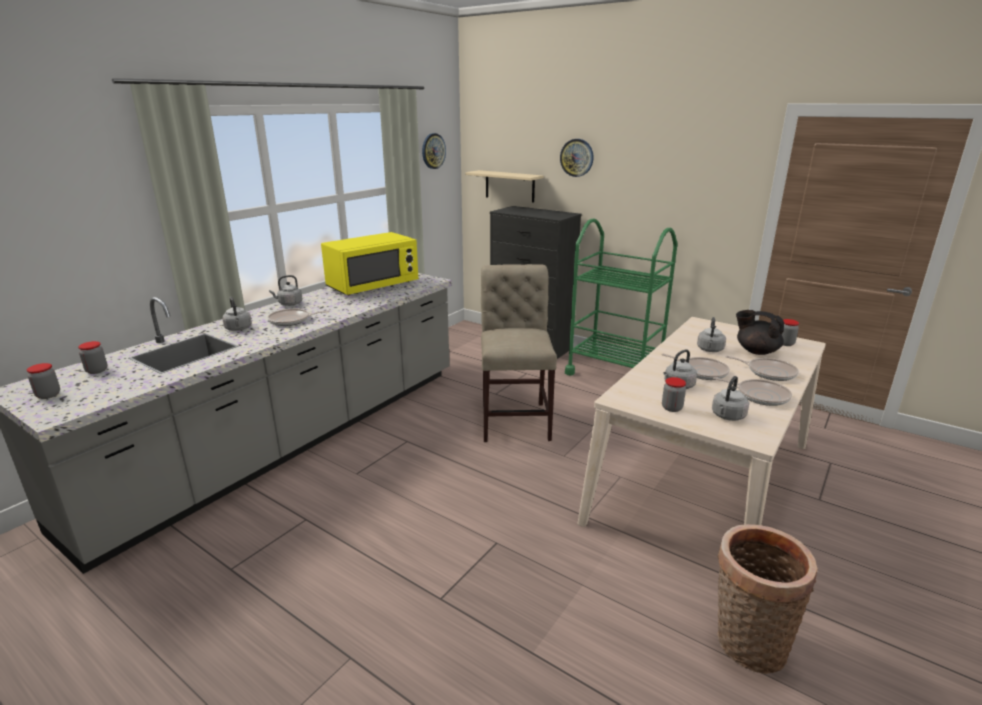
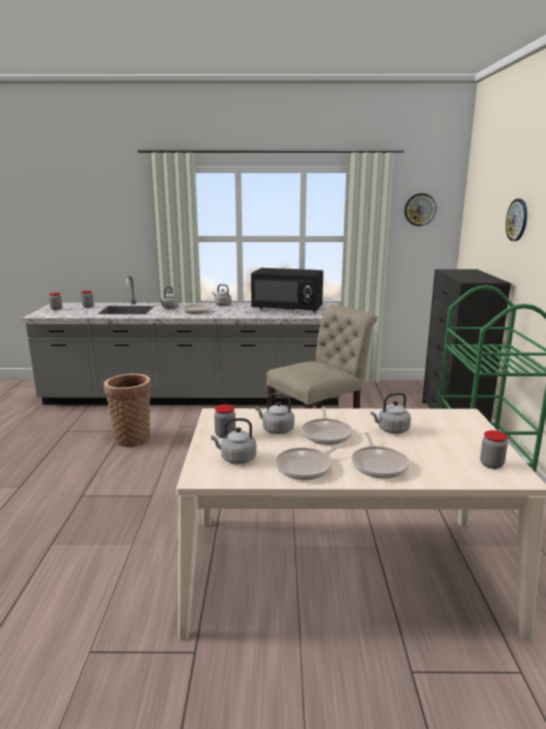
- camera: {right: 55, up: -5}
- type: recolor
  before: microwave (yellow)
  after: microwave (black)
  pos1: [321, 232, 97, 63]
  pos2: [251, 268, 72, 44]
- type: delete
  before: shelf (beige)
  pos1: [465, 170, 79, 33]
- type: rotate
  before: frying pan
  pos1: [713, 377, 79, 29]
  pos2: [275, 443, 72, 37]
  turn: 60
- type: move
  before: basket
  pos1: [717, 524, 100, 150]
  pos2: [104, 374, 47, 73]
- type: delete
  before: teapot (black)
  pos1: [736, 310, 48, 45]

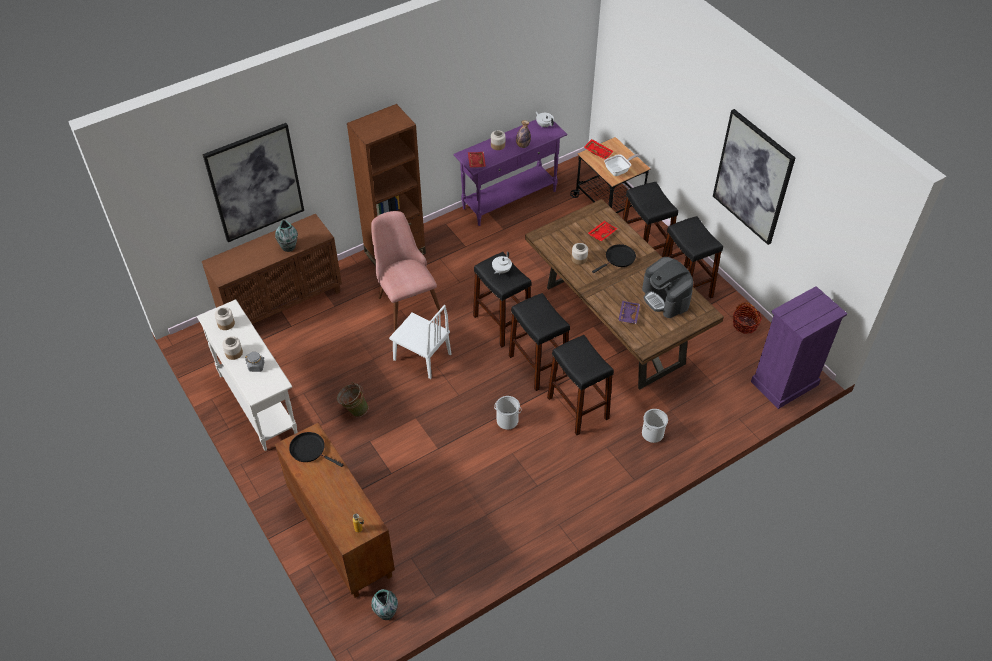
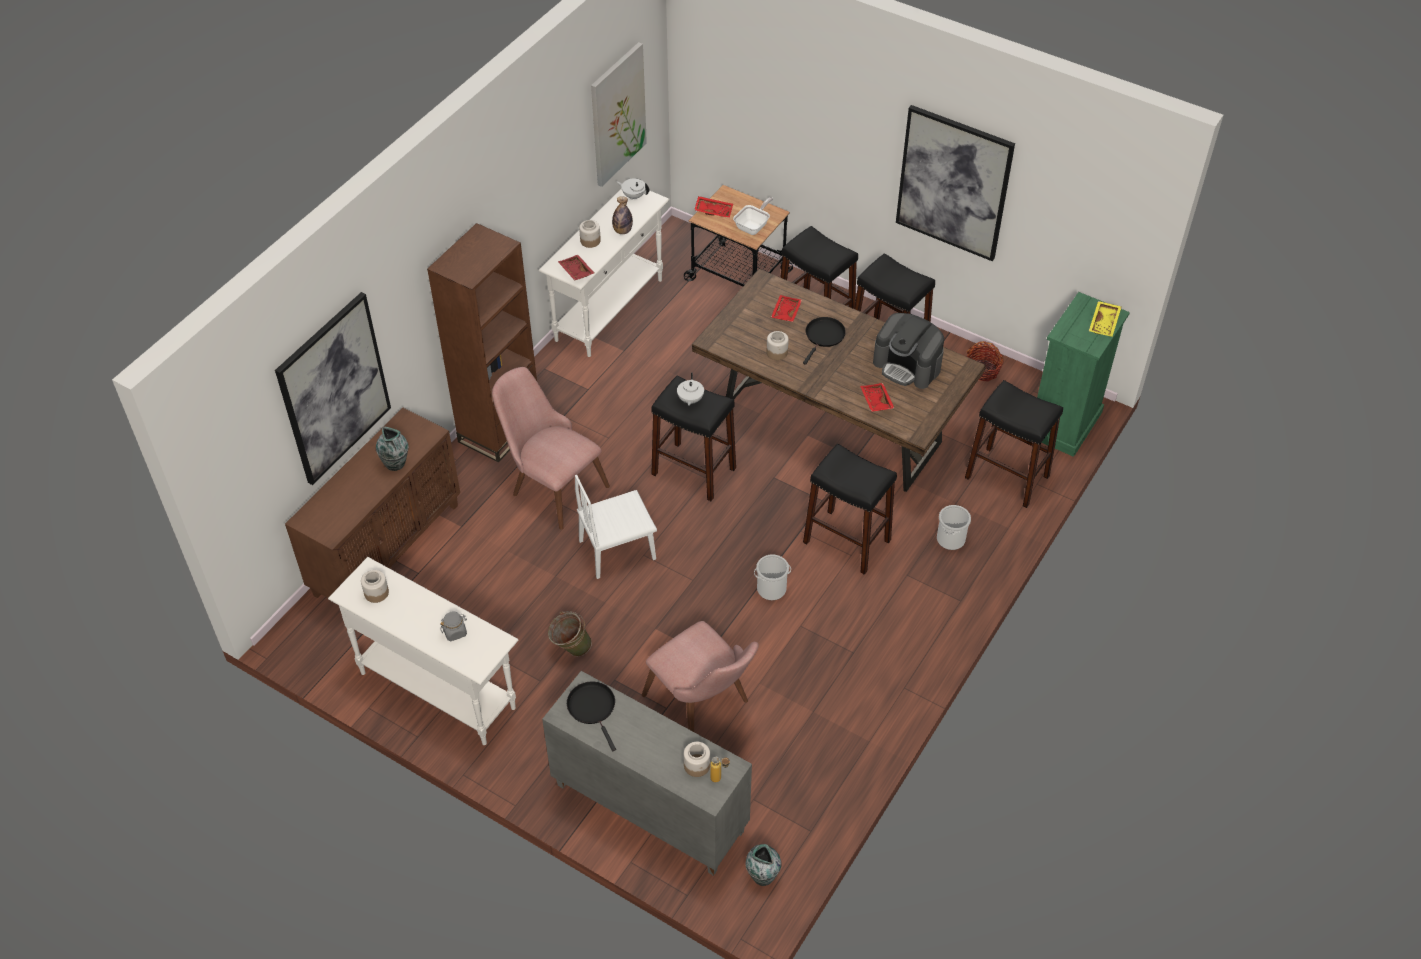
- camera: {right: -25, up: 0}
- type: move
  before: jar
  pos1: [222, 336, 21, 24]
  pos2: [684, 742, 26, 35]
- type: recolor
  before: cabinet (brown)
  after: cabinet (grey)
  pos1: [275, 423, 120, 175]
  pos2: [542, 671, 210, 205]
- type: rotate
  before: frying pan (black)
  pos1: [289, 432, 54, 35]
  pos2: [567, 682, 49, 69]
  turn: 60
- type: rotate
  before: chair (white)
  pos1: [389, 305, 62, 74]
  pos2: [575, 475, 82, 104]
  turn: 150
- type: recolor
  before: console table (purple)
  after: console table (white)
  pos1: [453, 120, 115, 106]
  pos2: [539, 188, 131, 169]
- type: move
  before: stool (black)
  pos1: [509, 293, 61, 98]
  pos2: [965, 380, 98, 128]
- type: recolor
  before: tray (purple)
  after: tray (red)
  pos1: [618, 301, 22, 23]
  pos2: [860, 383, 34, 29]
- type: recolor
  before: dresser (purple)
  after: dresser (green)
  pos1: [751, 286, 96, 123]
  pos2: [1037, 292, 93, 165]
- type: insert
  after: picture
  pos2: [591, 42, 56, 145]
- type: insert
  after: chair (pink)
  pos2: [642, 621, 117, 111]
- type: insert
  after: tray (yellow)
  pos2: [1089, 301, 32, 36]

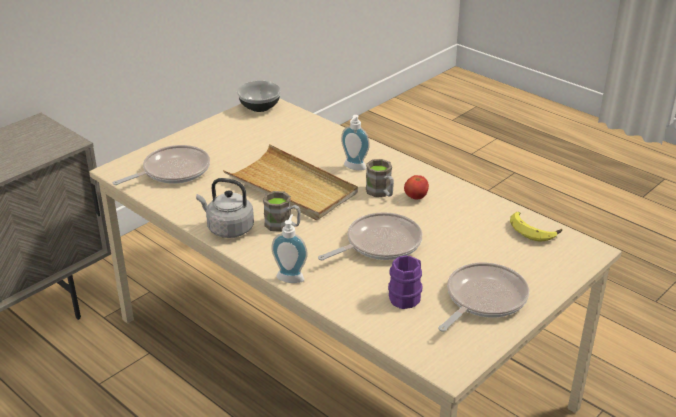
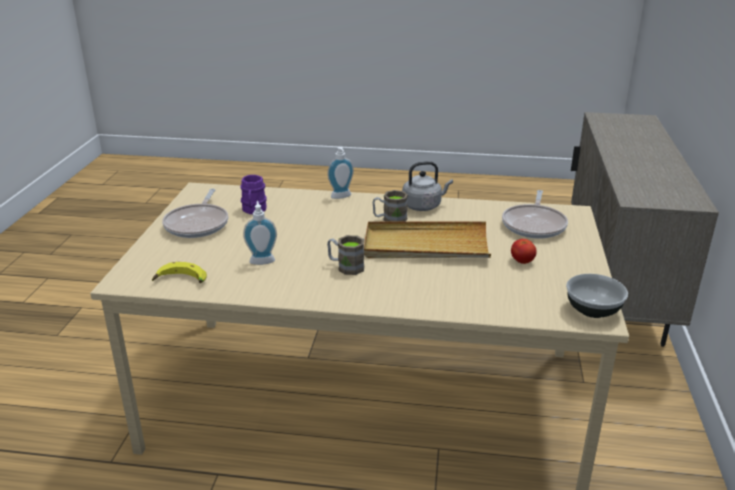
- camera: {right: 145, up: -5}
- type: delete
  before: frying pan
  pos1: [318, 212, 104, 49]
- type: move
  before: soap dispenser
  pos1: [341, 115, 29, 56]
  pos2: [243, 201, 34, 64]
- type: move
  before: tomato
  pos1: [404, 175, 25, 24]
  pos2: [511, 239, 26, 25]

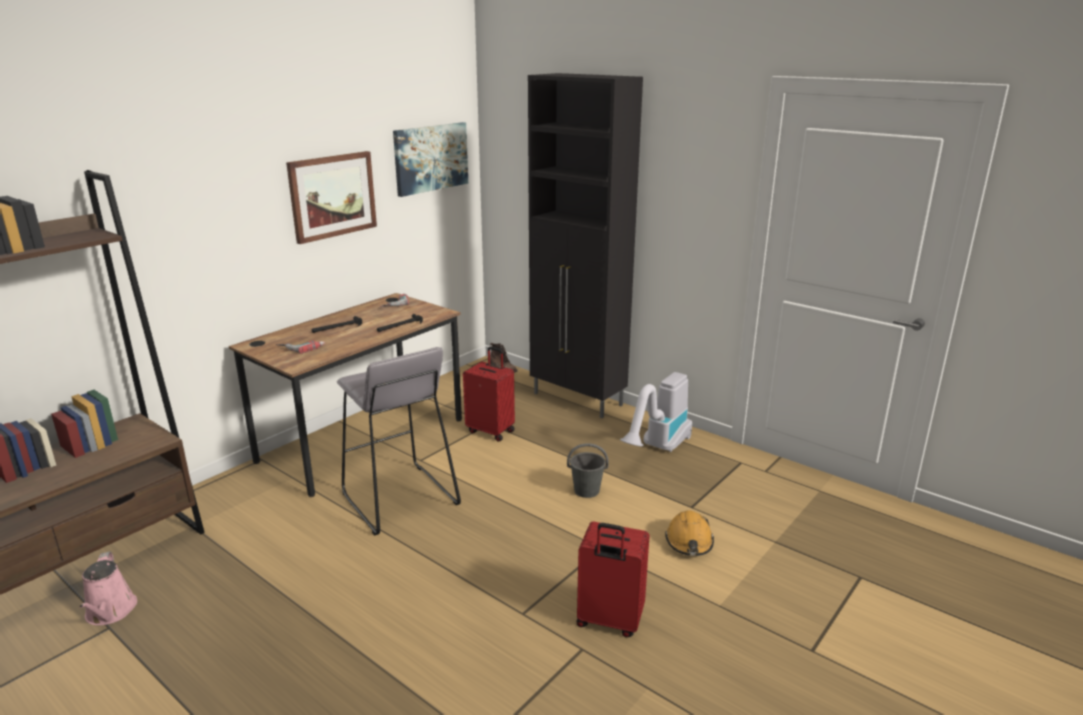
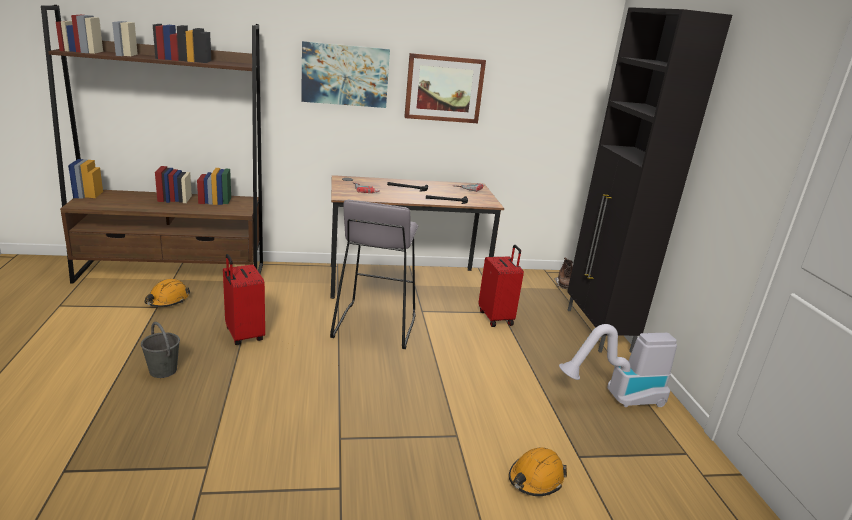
- camera: {right: 40, up: 0}
- type: replace
  before: watering can (pink)
  after: hard hat (orange)
  pos1: [79, 551, 58, 74]
  pos2: [145, 279, 45, 28]
- type: move
  before: picture
  pos1: [393, 122, 75, 75]
  pos2: [301, 41, 89, 67]
- type: move
  before: bucket (grey)
  pos1: [567, 443, 42, 55]
  pos2: [141, 322, 39, 56]
- type: move
  before: suitcase (red)
  pos1: [576, 522, 74, 116]
  pos2: [223, 254, 42, 91]

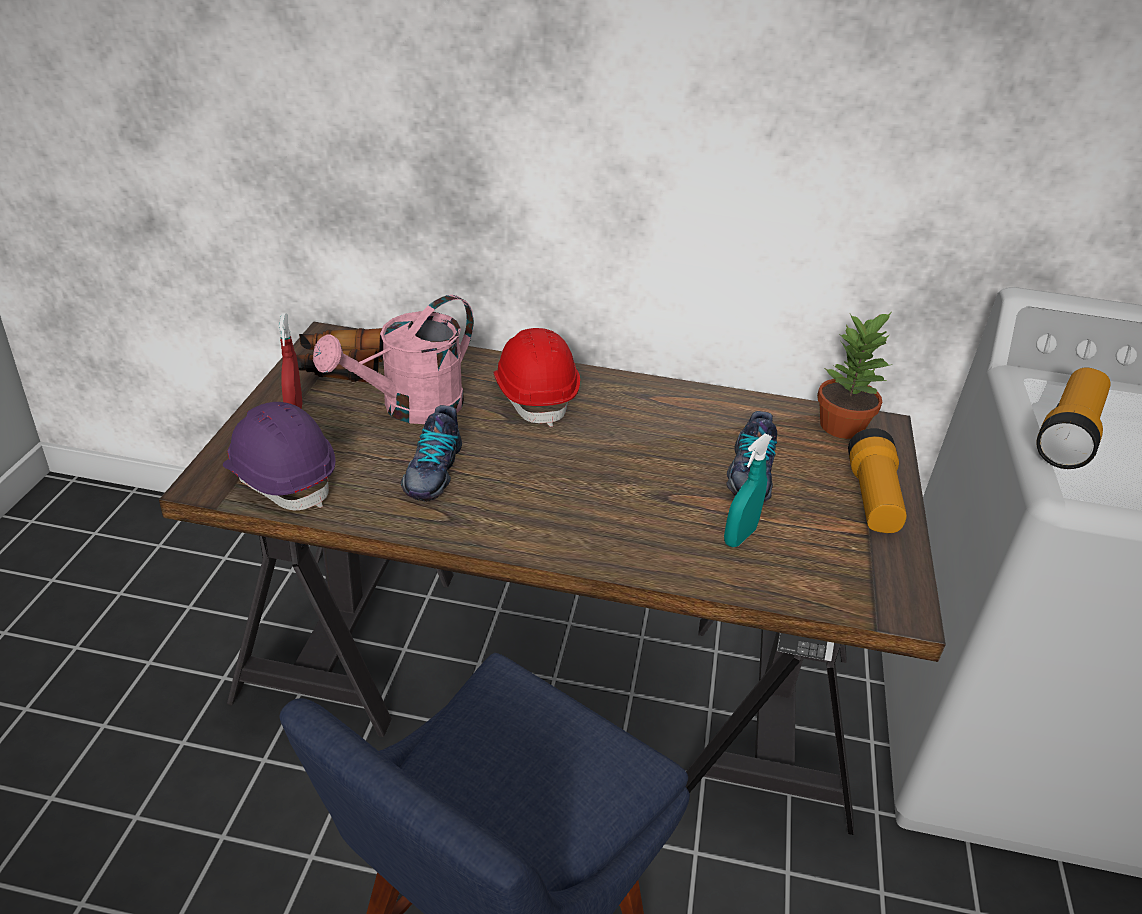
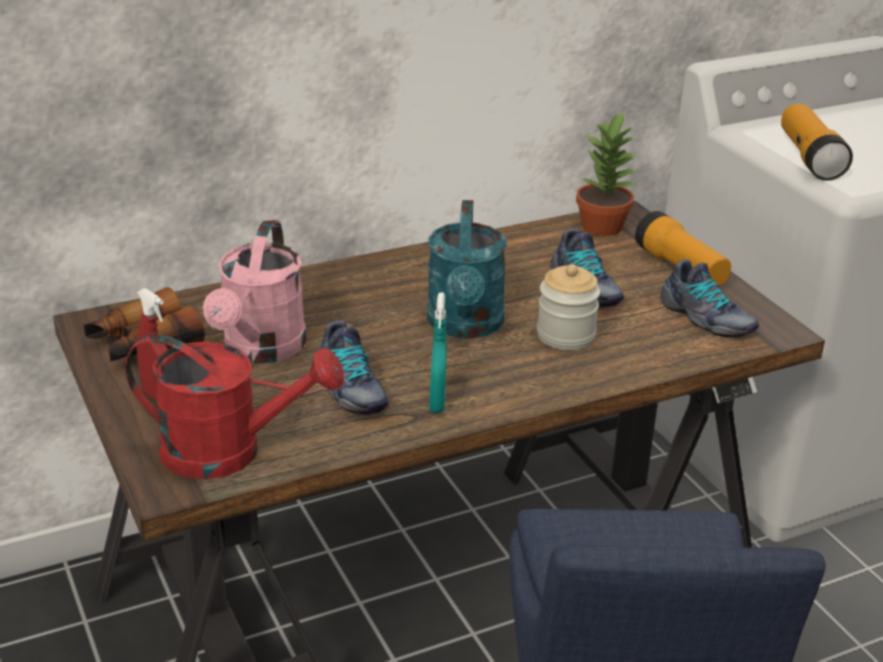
- camera: {right: -35, up: -5}
- type: replace
  before: hard hat (purple)
  after: watering can (red)
  pos1: [223, 402, 112, 108]
  pos2: [125, 334, 219, 145]
- type: delete
  before: hard hat (red)
  pos1: [493, 328, 87, 99]
- type: move
  before: spray bottle (turquoise)
  pos1: [724, 433, 48, 114]
  pos2: [429, 292, 18, 121]
- type: insert
  after: watering can (turquoise)
  pos2: [427, 200, 80, 139]
- type: insert
  after: jar
  pos2: [537, 264, 63, 86]
- type: insert
  after: shoe
  pos2: [660, 259, 99, 79]

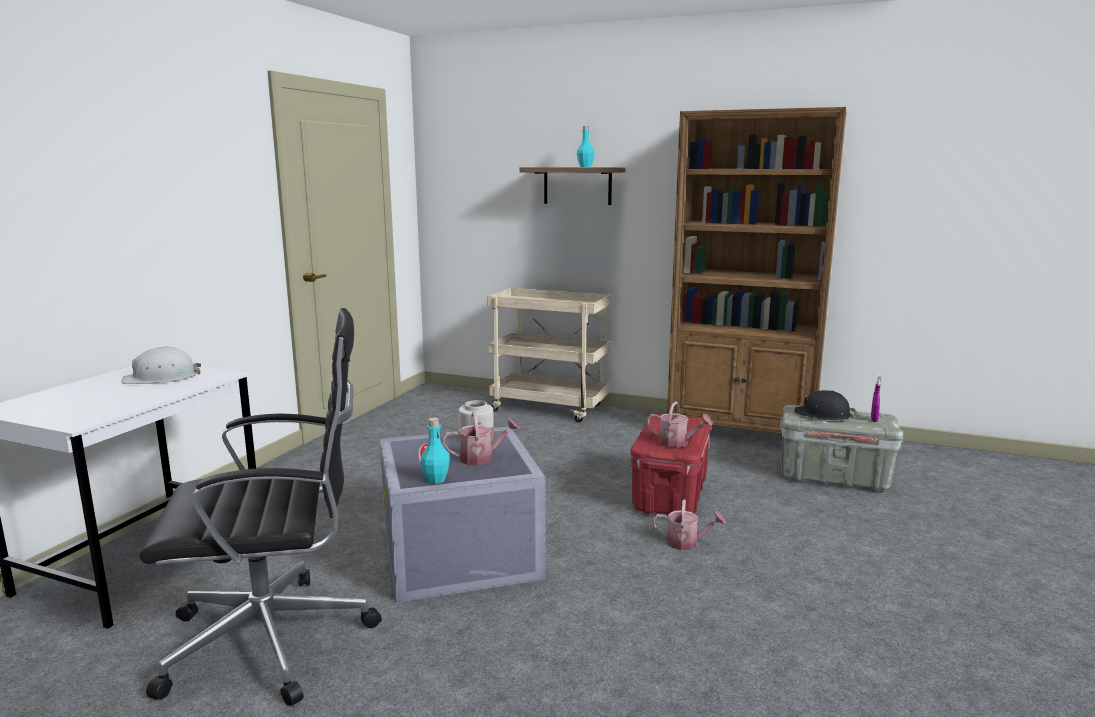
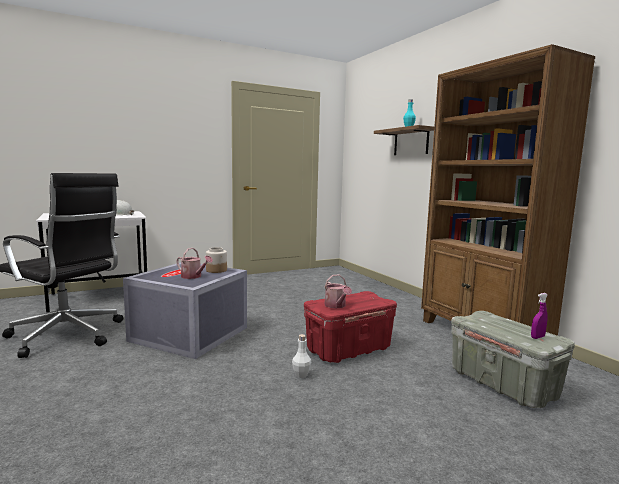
- camera: {right: 40, up: -5}
- type: delete
  before: bottle (turquoise)
  pos1: [421, 418, 29, 66]
- type: delete
  before: cart (beige)
  pos1: [487, 288, 125, 134]
- type: replace
  before: watering can
  after: bottle (white)
  pos1: [653, 499, 73, 51]
  pos2: [292, 334, 19, 44]
- type: delete
  before: hard hat (black)
  pos1: [795, 390, 60, 30]

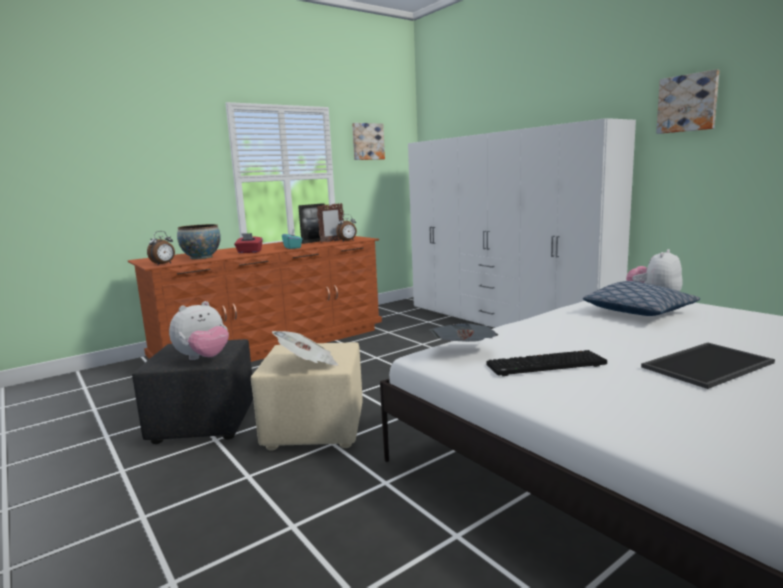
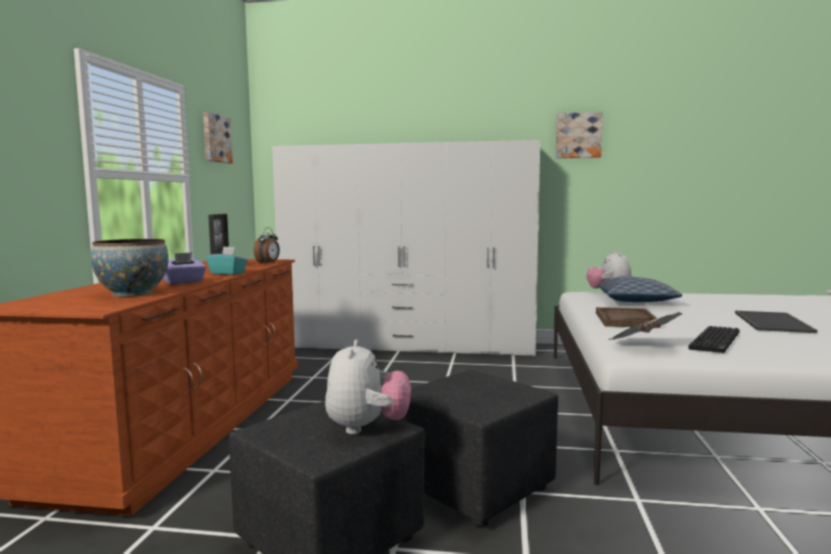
- camera: {right: -45, up: -5}
- type: delete
  before: alarm clock
  pos1: [147, 231, 28, 34]
- type: recolor
  before: tissue box (red)
  after: tissue box (purple)
  pos1: [234, 233, 29, 20]
  pos2: [163, 252, 43, 32]
- type: recolor
  before: ottoman (beige)
  after: ottoman (black)
  pos1: [251, 342, 112, 109]
  pos2: [400, 370, 158, 157]
- type: delete
  before: newspaper
  pos1: [272, 331, 66, 35]
- type: delete
  before: picture frame
  pos1: [317, 203, 27, 40]
- type: insert
  after: tray (brown)
  pos2: [596, 307, 65, 21]

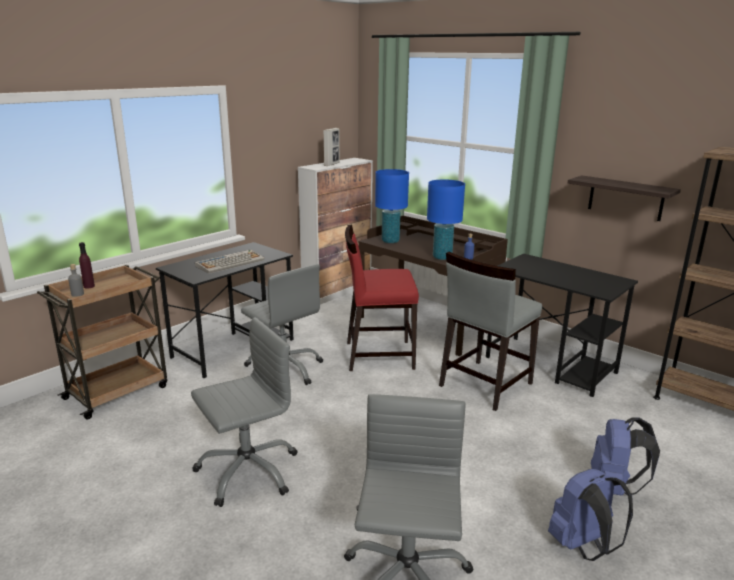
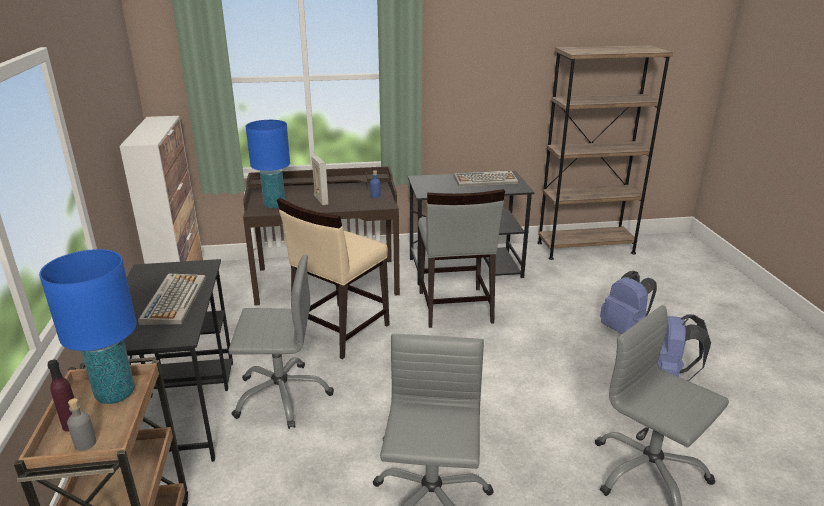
- camera: {right: -50, up: 5}
- type: move
  before: picture frame
  pos1: [323, 128, 17, 38]
  pos2: [311, 155, 17, 51]
- type: recolor
  before: chair (red)
  after: chair (beige)
  pos1: [345, 224, 74, 147]
  pos2: [277, 198, 113, 161]
- type: move
  before: table lamp (blue)
  pos1: [427, 180, 38, 80]
  pos2: [39, 249, 98, 155]
- type: delete
  before: shelf
  pos1: [568, 175, 113, 46]
- type: insert
  after: keyboard
  pos2: [454, 170, 64, 16]

